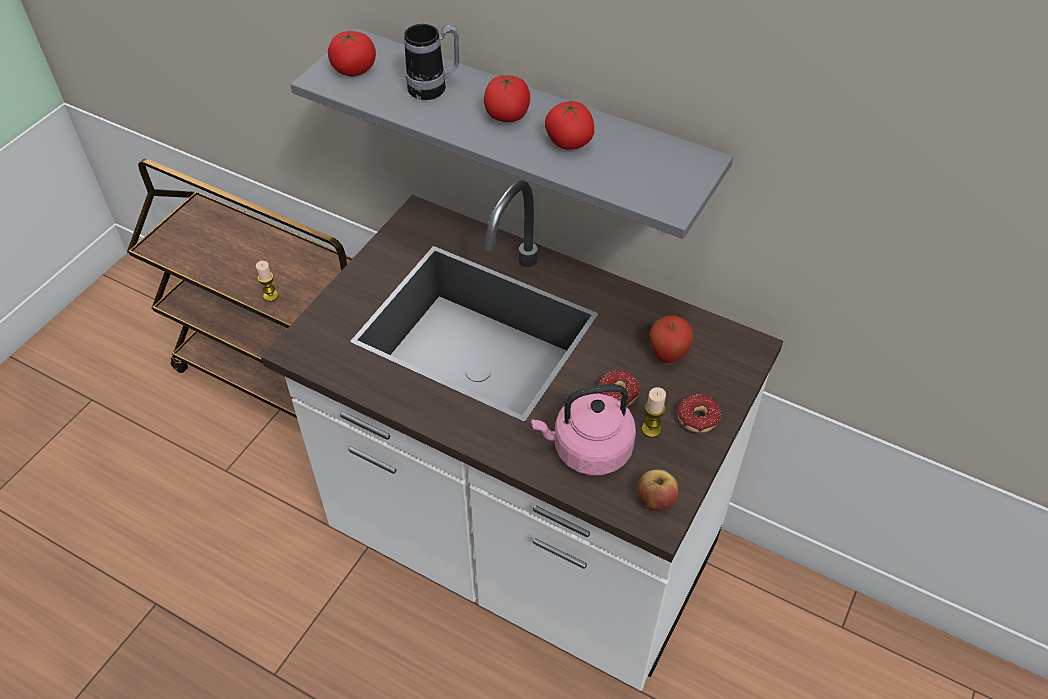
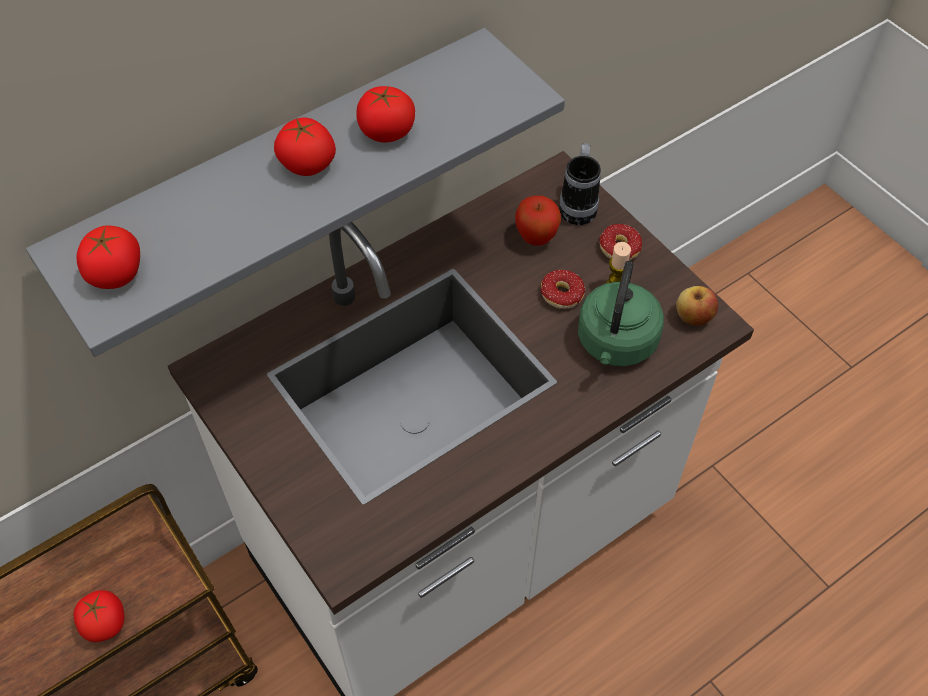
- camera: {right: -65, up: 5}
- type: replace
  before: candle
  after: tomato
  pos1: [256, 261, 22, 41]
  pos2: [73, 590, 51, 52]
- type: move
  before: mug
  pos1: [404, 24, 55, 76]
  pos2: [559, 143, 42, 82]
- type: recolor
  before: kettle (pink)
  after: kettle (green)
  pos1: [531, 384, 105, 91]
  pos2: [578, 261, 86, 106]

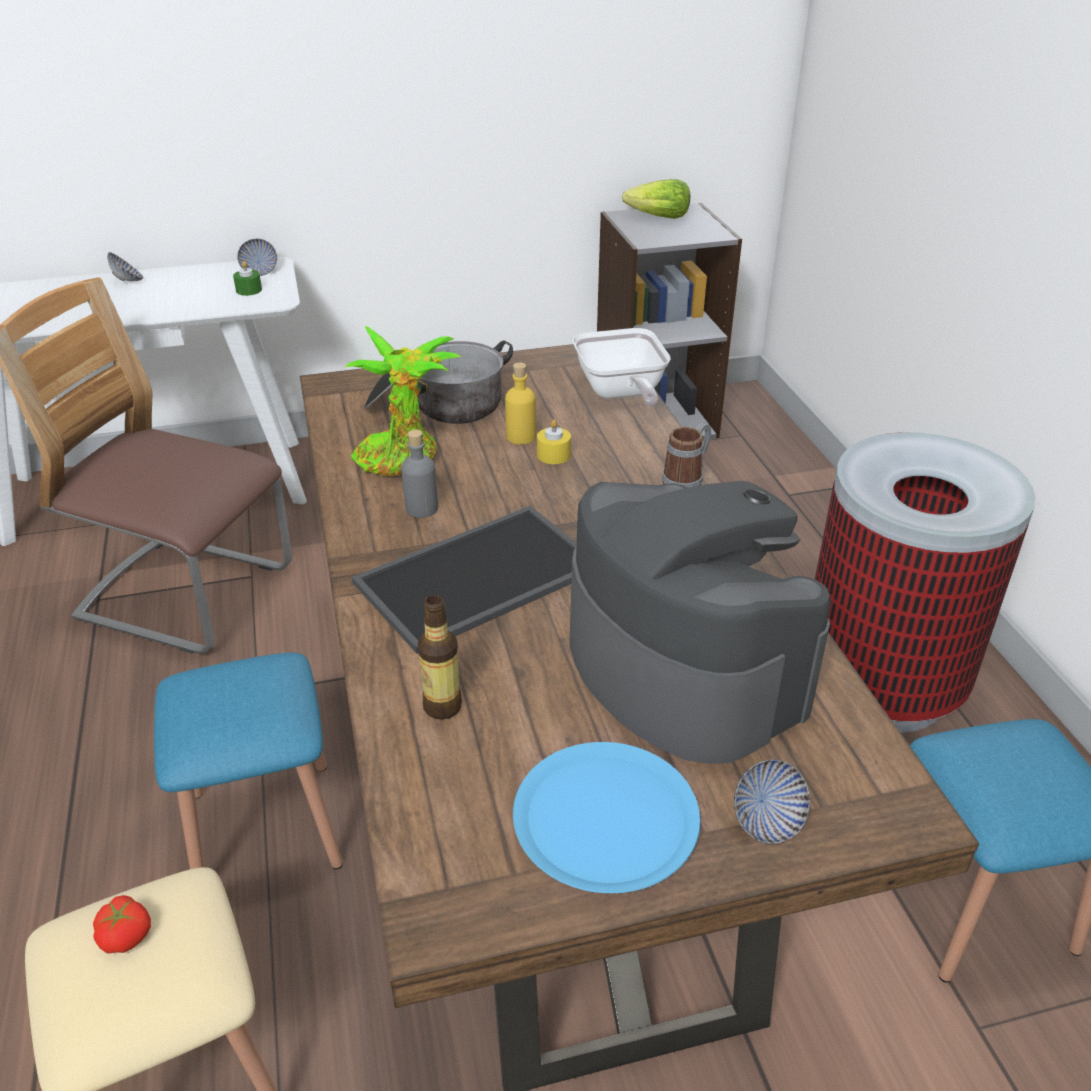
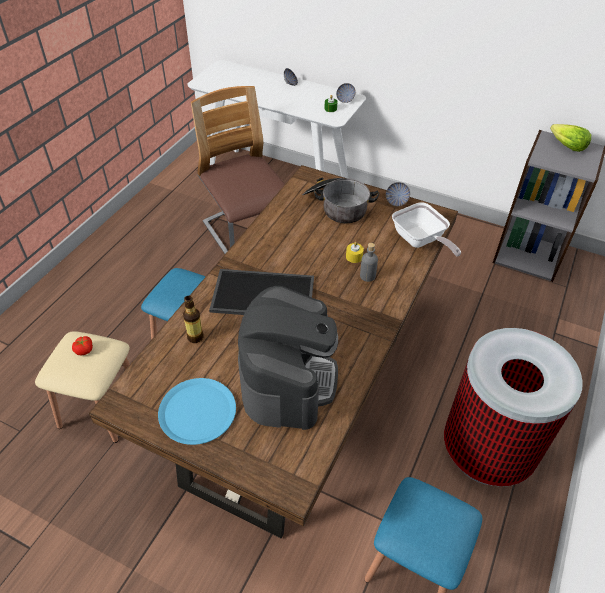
- camera: {right: 40, up: 10}
- type: delete
  before: potted plant
  pos1: [346, 326, 115, 150]
- type: move
  before: bottle (grey)
  pos1: [401, 429, 37, 89]
  pos2: [360, 243, 18, 39]
- type: delete
  before: bottle (yellow)
  pos1: [505, 363, 31, 82]
- type: rotate
  before: frying pan
  pos1: [572, 328, 99, 79]
  pos2: [392, 202, 69, 55]
  turn: -60
- type: delete
  before: mug
  pos1: [662, 423, 49, 65]
- type: move
  before: bowl
  pos1: [734, 759, 76, 85]
  pos2: [386, 182, 24, 24]

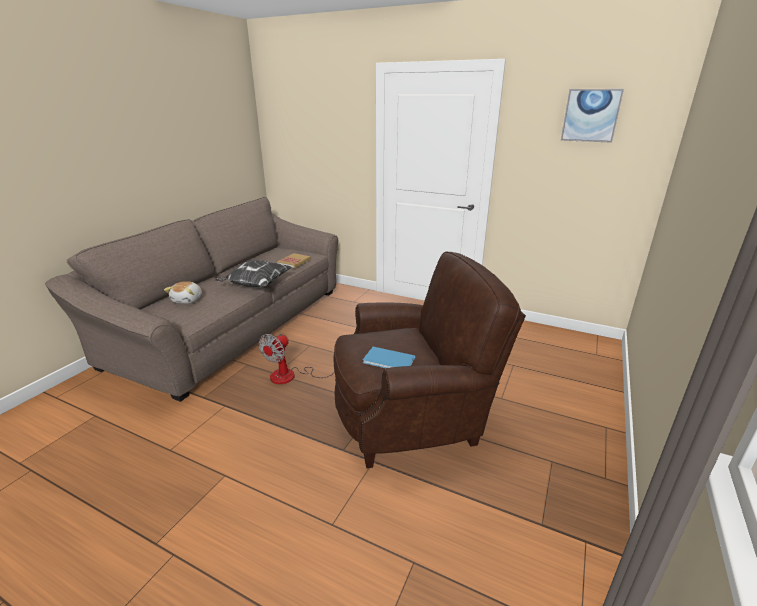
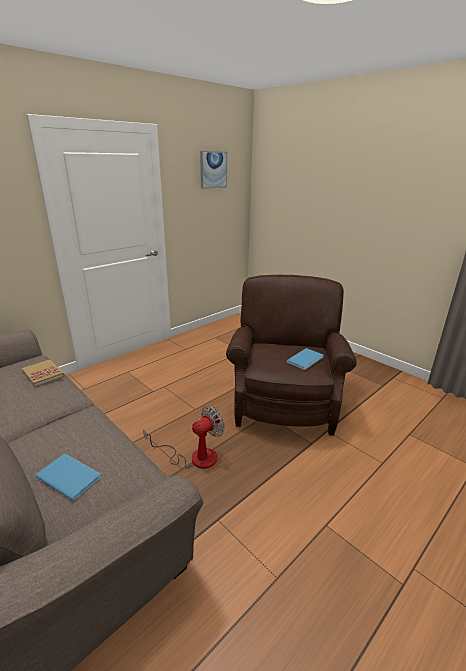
- camera: {right: -70, up: 0}
- type: replace
  before: plush toy
  after: book (blue)
  pos1: [164, 281, 38, 23]
  pos2: [35, 454, 66, 47]
- type: delete
  before: pillow
  pos1: [215, 260, 77, 27]
- type: rotate
  before: fan
  pos1: [259, 333, 76, 51]
  pos2: [143, 405, 81, 64]
  turn: -90

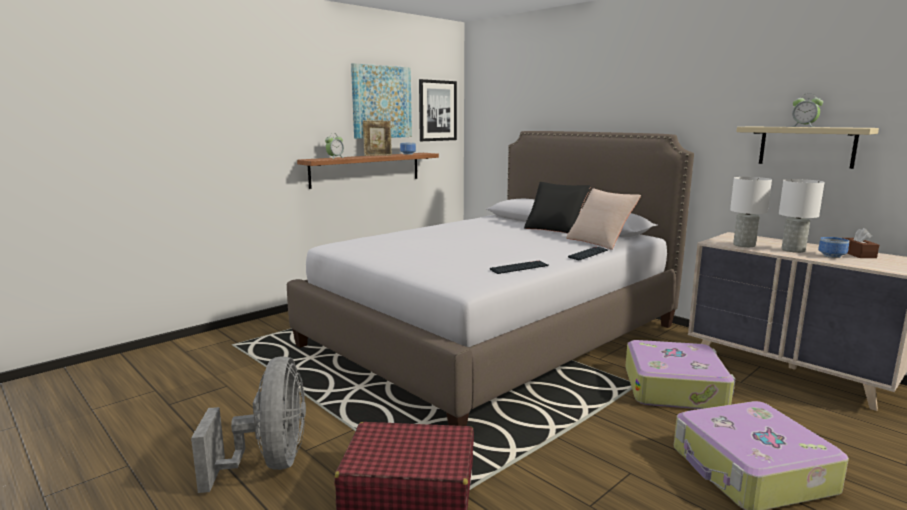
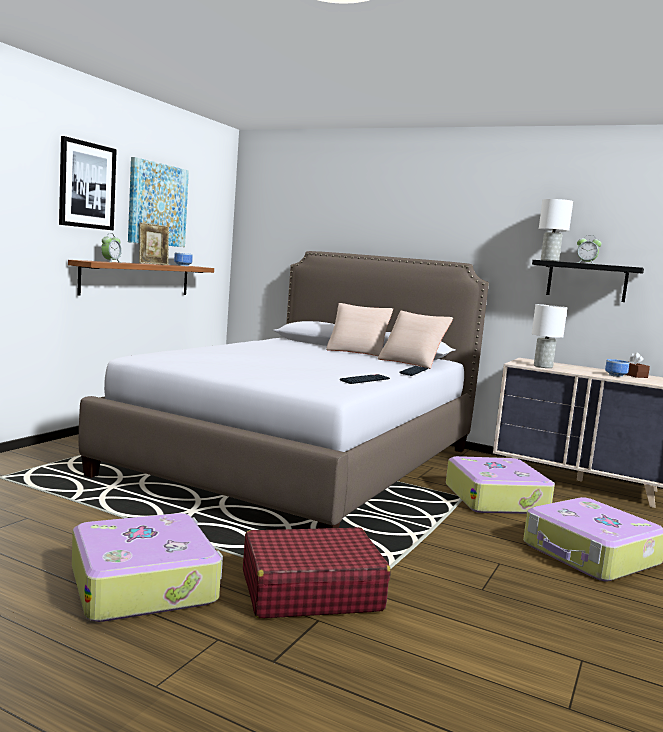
- camera: {right: -20, up: -5}
- type: replace
  before: fan (grey)
  after: suitcase
  pos1: [191, 356, 115, 137]
  pos2: [72, 513, 151, 109]
- type: move
  before: picture
  pos1: [419, 79, 38, 62]
  pos2: [59, 136, 58, 94]
- type: recolor
  before: pillow (black)
  after: pillow (beige)
  pos1: [524, 182, 67, 51]
  pos2: [326, 303, 67, 53]
- type: recolor
  before: shelf (beige)
  after: shelf (black)
  pos1: [736, 126, 143, 43]
  pos2: [532, 260, 112, 42]
- type: move
  before: table lamp (white)
  pos1: [779, 179, 45, 74]
  pos2: [539, 199, 34, 62]

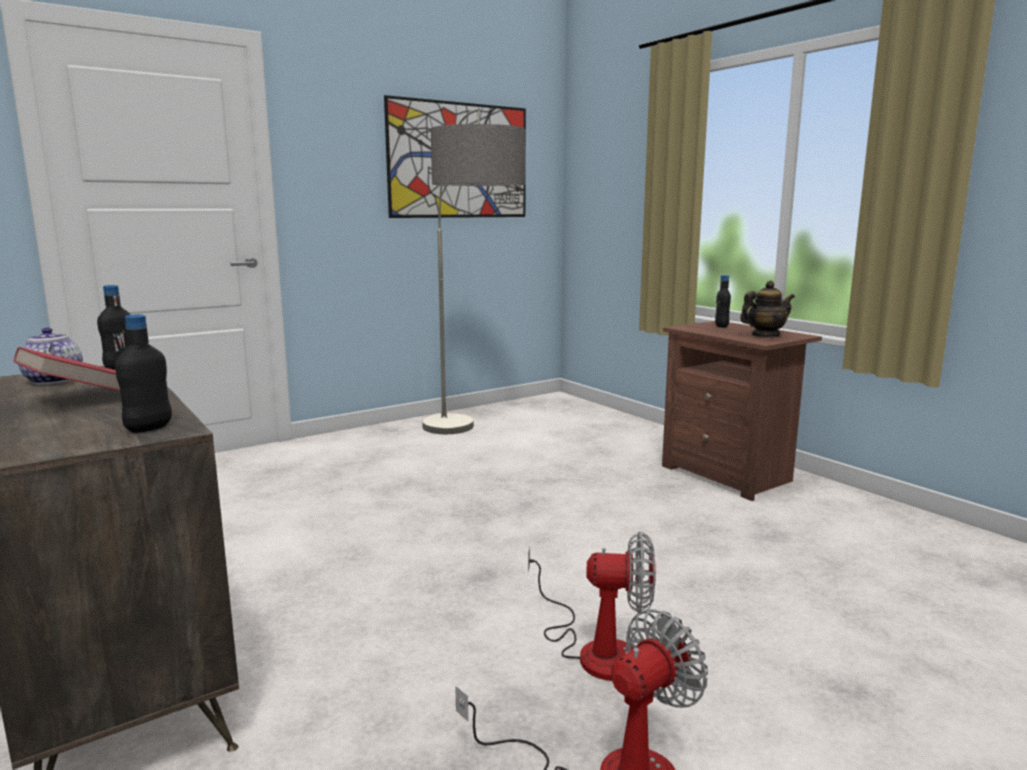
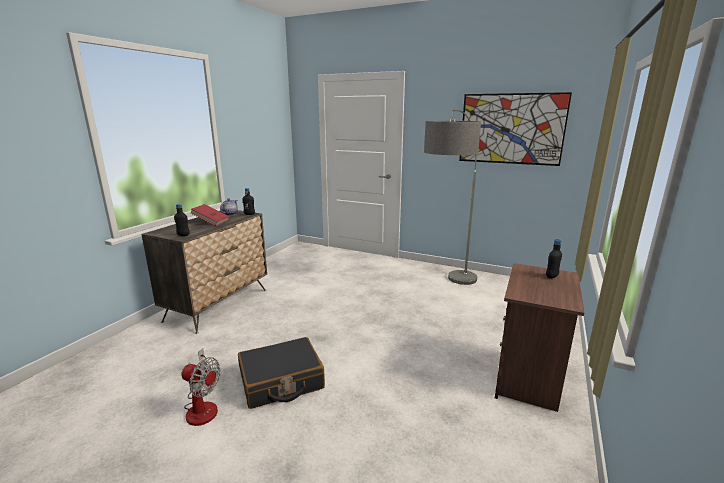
- camera: {right: 60, up: 5}
- type: replace
  before: fan
  after: suitcase (black)
  pos1: [528, 532, 128, 149]
  pos2: [238, 337, 87, 72]
- type: delete
  before: teapot
  pos1: [740, 281, 55, 56]

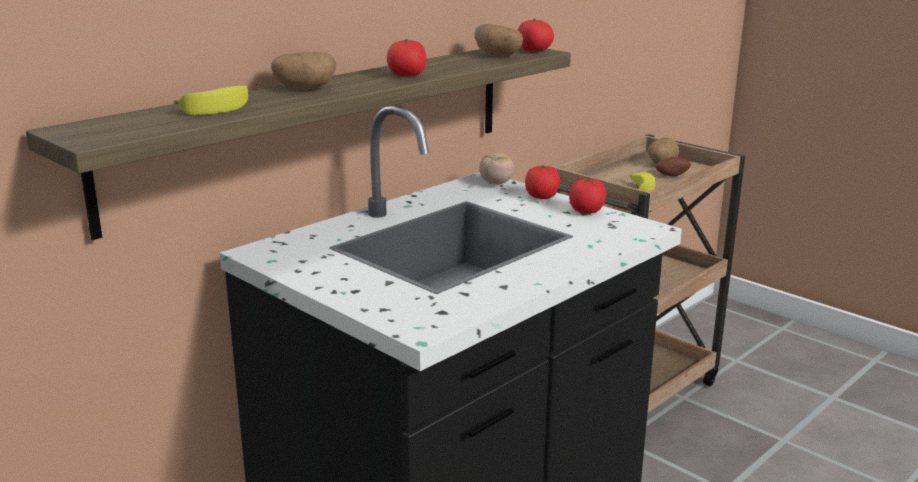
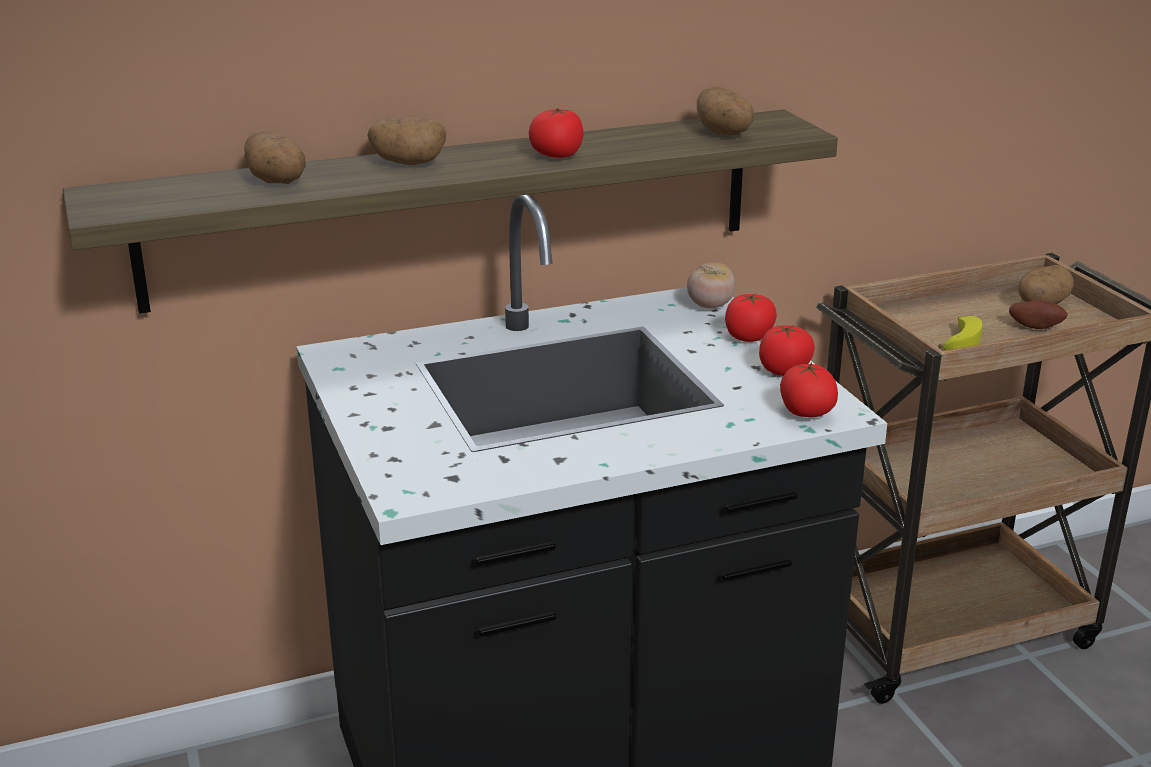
- camera: {right: 25, up: 5}
- type: replace
  before: banana
  after: potato
  pos1: [174, 86, 74, 29]
  pos2: [244, 130, 62, 54]
- type: move
  before: tomato
  pos1: [517, 19, 37, 33]
  pos2: [780, 362, 58, 55]

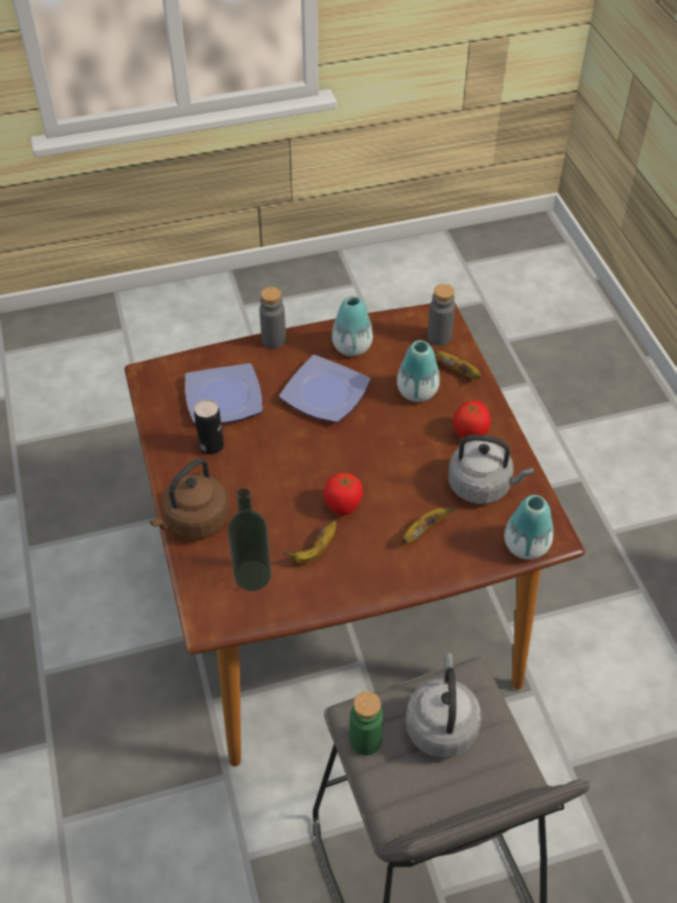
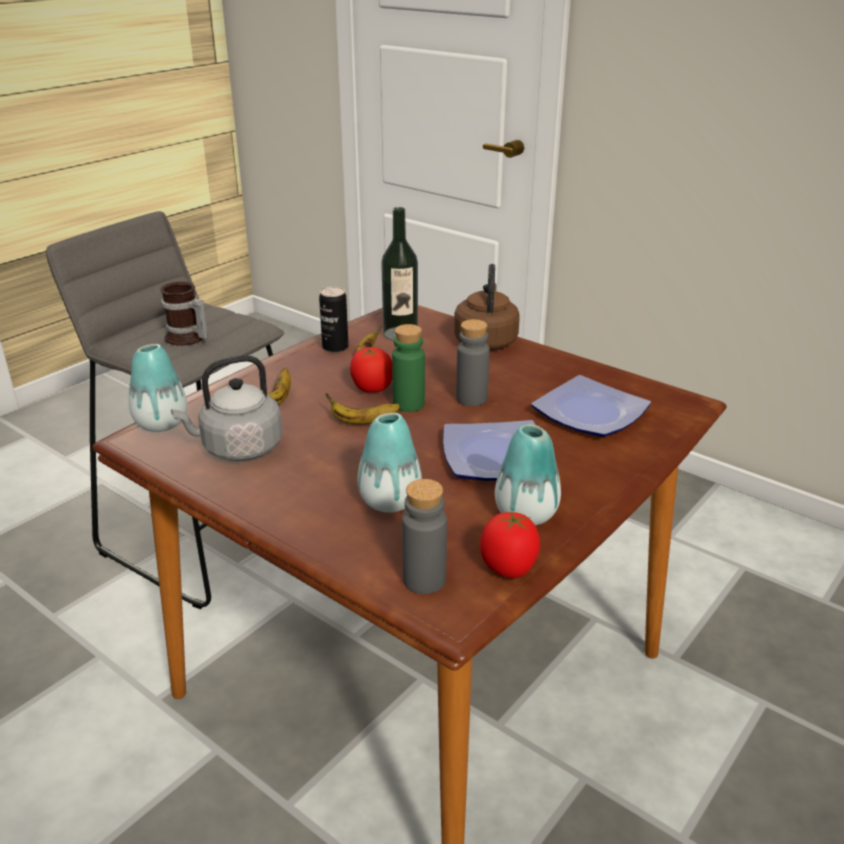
- camera: {right: 145, up: -20}
- type: move
  before: can
  pos1: [194, 399, 30, 56]
  pos2: [319, 286, 30, 67]
- type: move
  before: bottle (grey)
  pos1: [259, 287, 27, 62]
  pos2: [456, 319, 34, 87]
- type: move
  before: bottle (green)
  pos1: [349, 691, 34, 65]
  pos2: [392, 324, 33, 88]
- type: replace
  before: kettle (grey)
  after: mug
  pos1: [406, 653, 76, 105]
  pos2: [160, 282, 48, 64]
- type: move
  before: banana
  pos1: [435, 351, 46, 28]
  pos2: [325, 393, 75, 32]
- type: move
  before: tomato
  pos1: [453, 401, 38, 37]
  pos2: [480, 511, 60, 67]

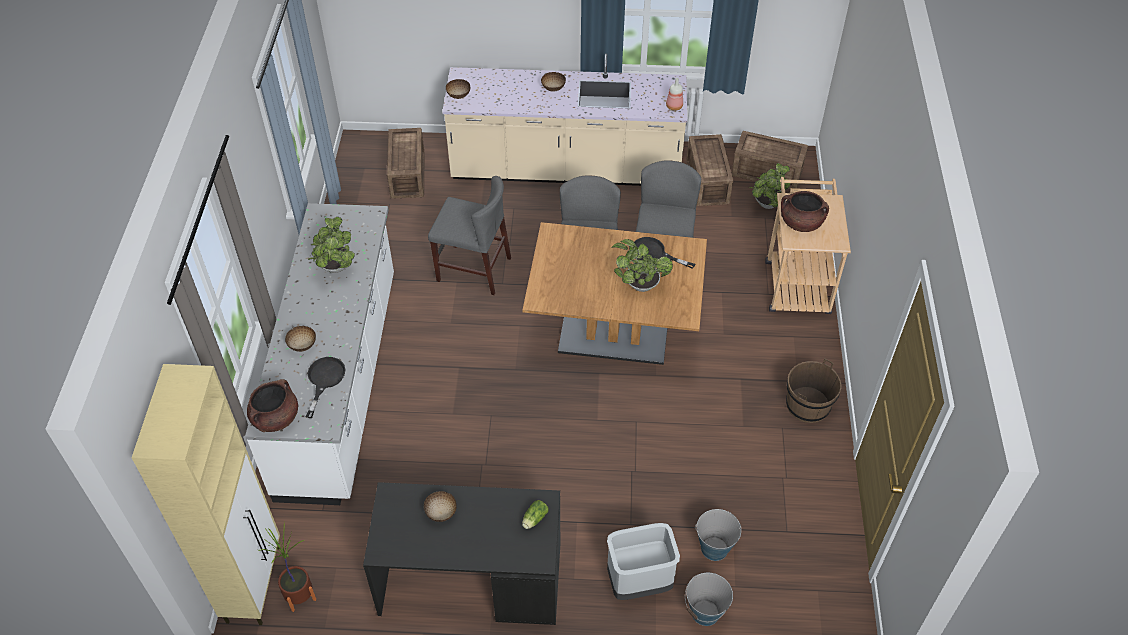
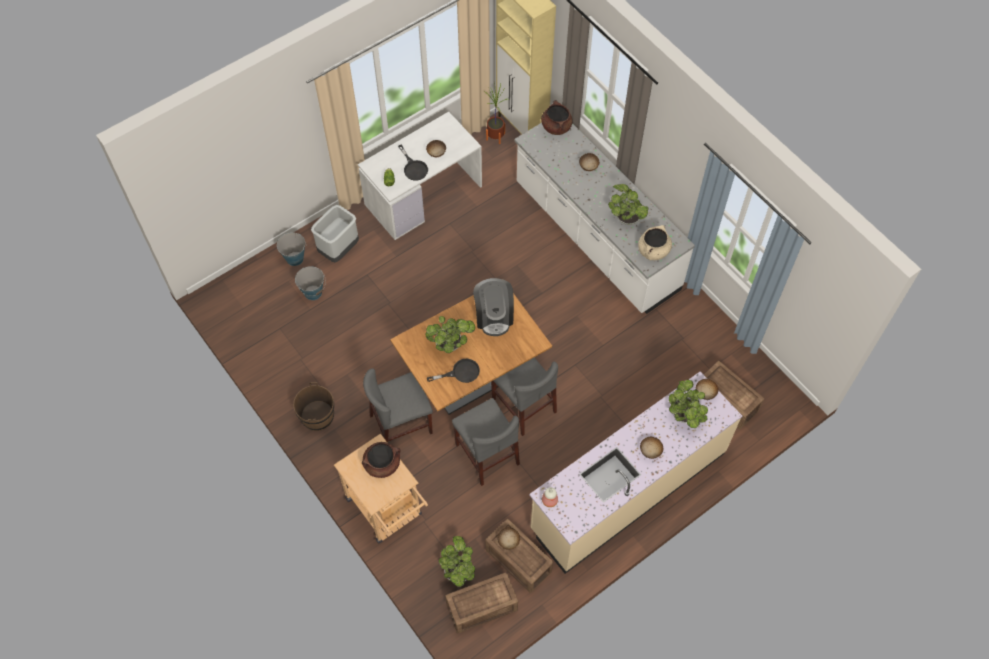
- camera: {right: 140, up: 10}
- type: move
  before: frying pan (black)
  pos1: [306, 357, 40, 61]
  pos2: [398, 144, 30, 37]
- type: recolor
  before: desk (black)
  after: desk (white)
  pos1: [363, 482, 197, 143]
  pos2: [358, 112, 124, 128]
- type: move
  before: chair (grey)
  pos1: [428, 176, 83, 119]
  pos2: [363, 368, 70, 75]
- type: insert
  after: coffee machine
  pos2: [473, 278, 41, 58]
- type: insert
  after: bowl
  pos2: [497, 527, 23, 23]
- type: insert
  after: cooking pot (beige)
  pos2: [638, 225, 34, 35]
- type: insert
  after: potted plant
  pos2: [669, 380, 39, 48]

